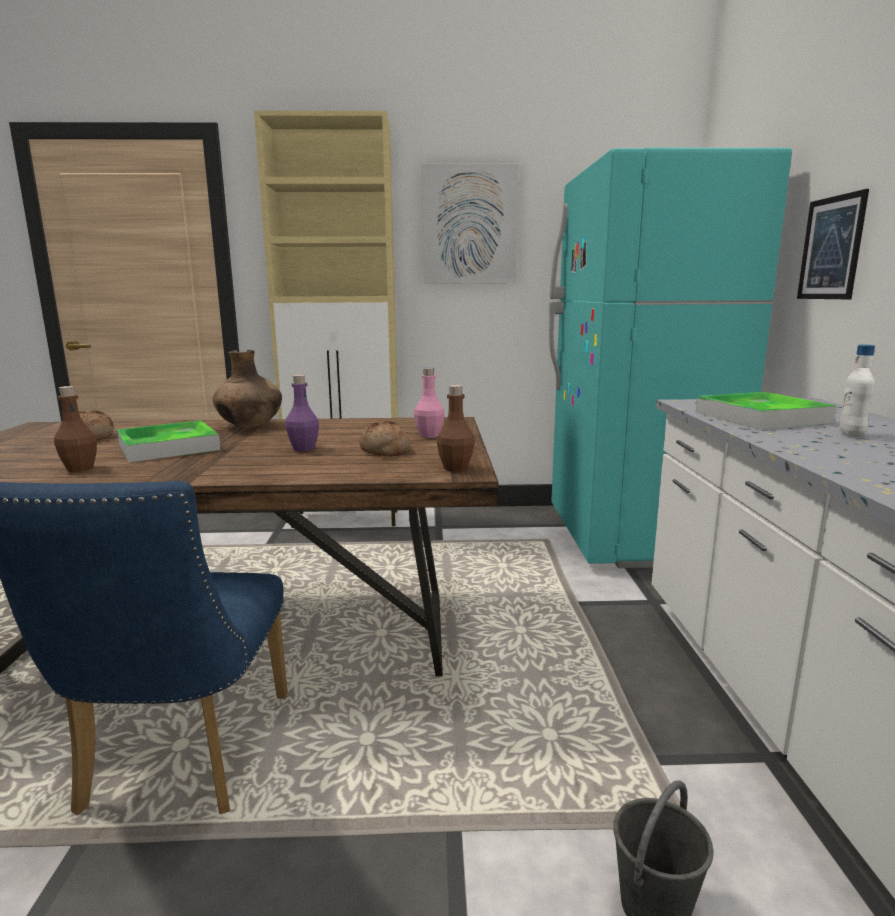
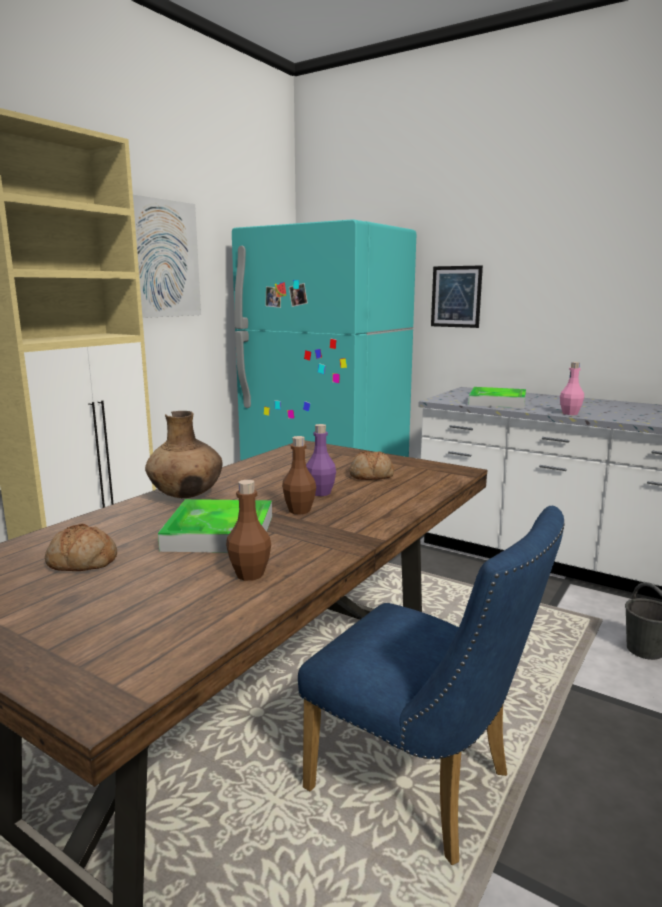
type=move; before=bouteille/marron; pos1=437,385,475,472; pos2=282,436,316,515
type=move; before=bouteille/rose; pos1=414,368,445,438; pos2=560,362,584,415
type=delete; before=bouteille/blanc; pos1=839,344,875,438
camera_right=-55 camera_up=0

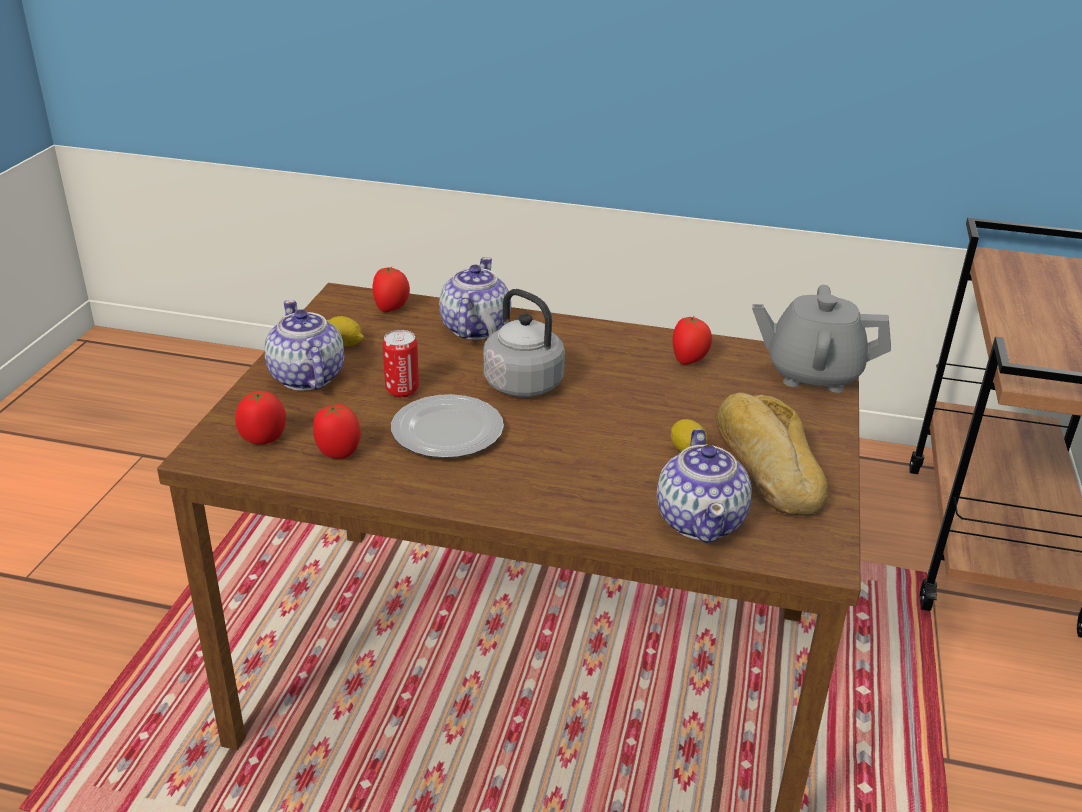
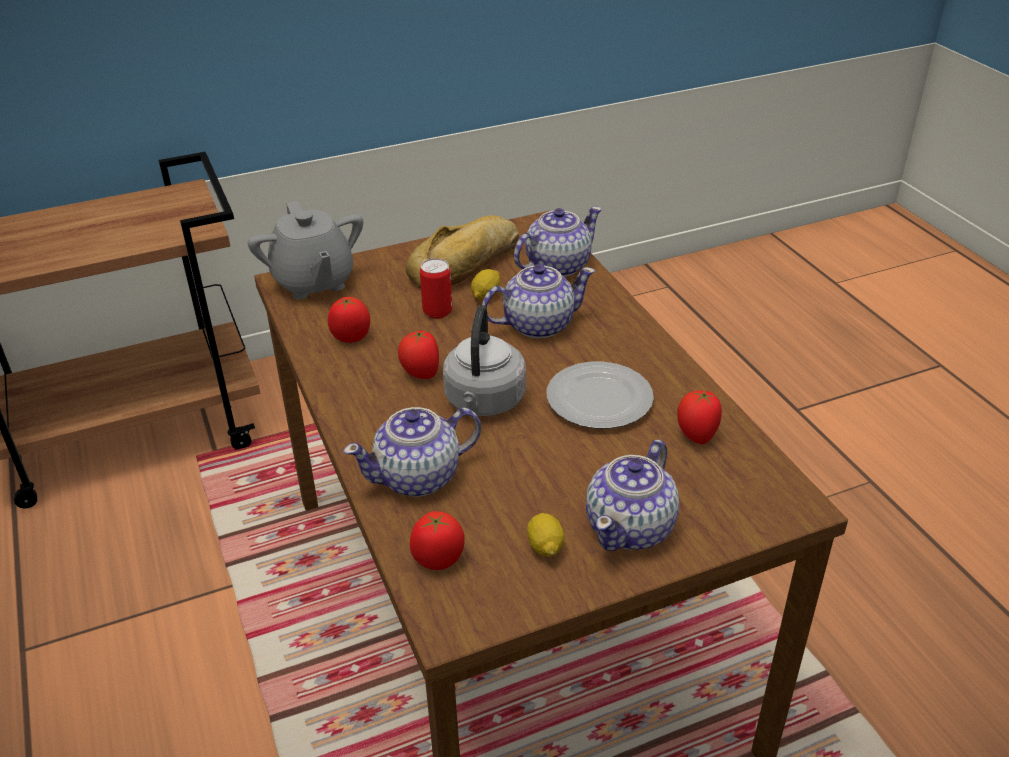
type=move; before=tomate; pos1=235,391,286,444; pos2=398,330,439,379
type=move; before=boîte métallique; pos1=383,330,419,398; pos2=420,258,452,319
type=insert; after=théière; pos2=482,264,595,339
camera_right=-125 camera_up=5

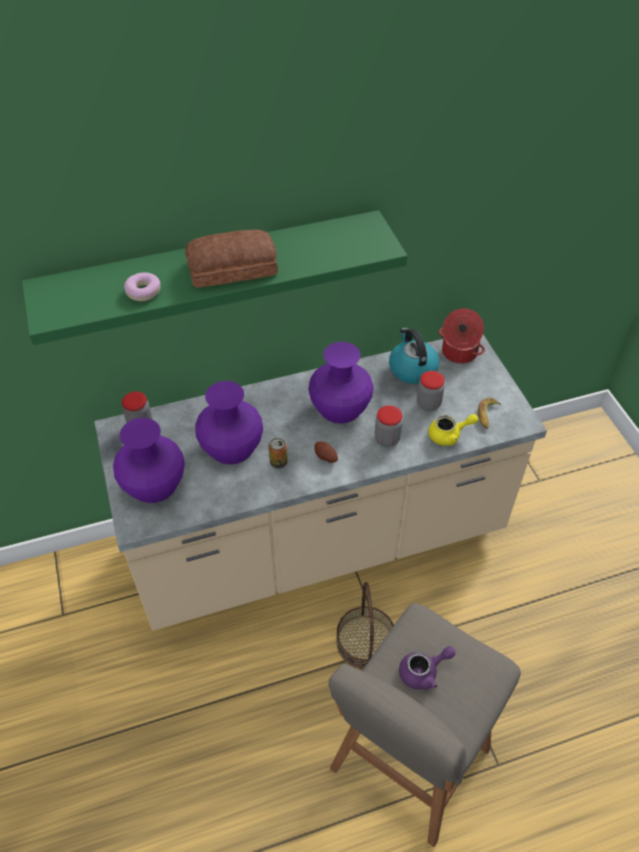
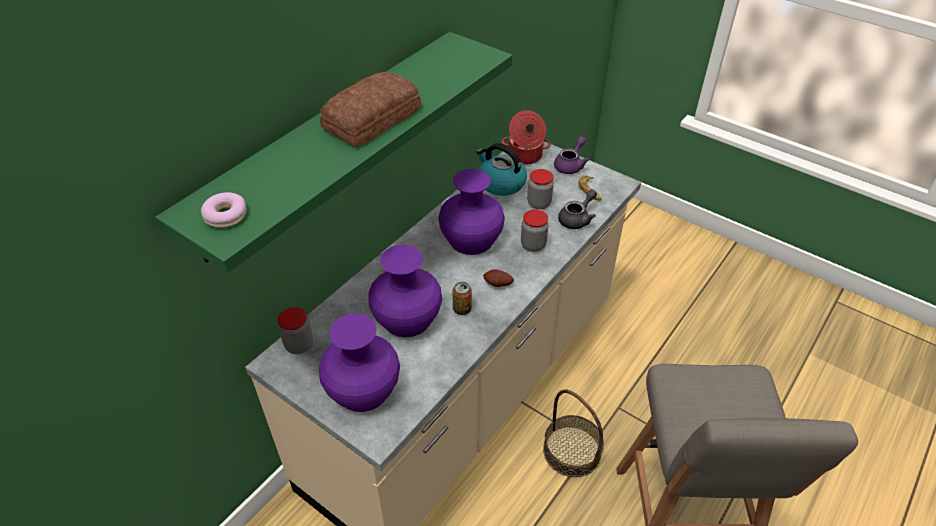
type=move; before=beignet; pos1=124,272,161,301; pos2=201,192,246,228
type=move; before=théière/violet; pos1=399,646,456,690; pos2=554,136,590,174
type=recolor; before=théière/jaune; after=théière/gris; pos1=428,414,478,446; pos2=558,189,597,229
camera_right=-35 camera_up=-5

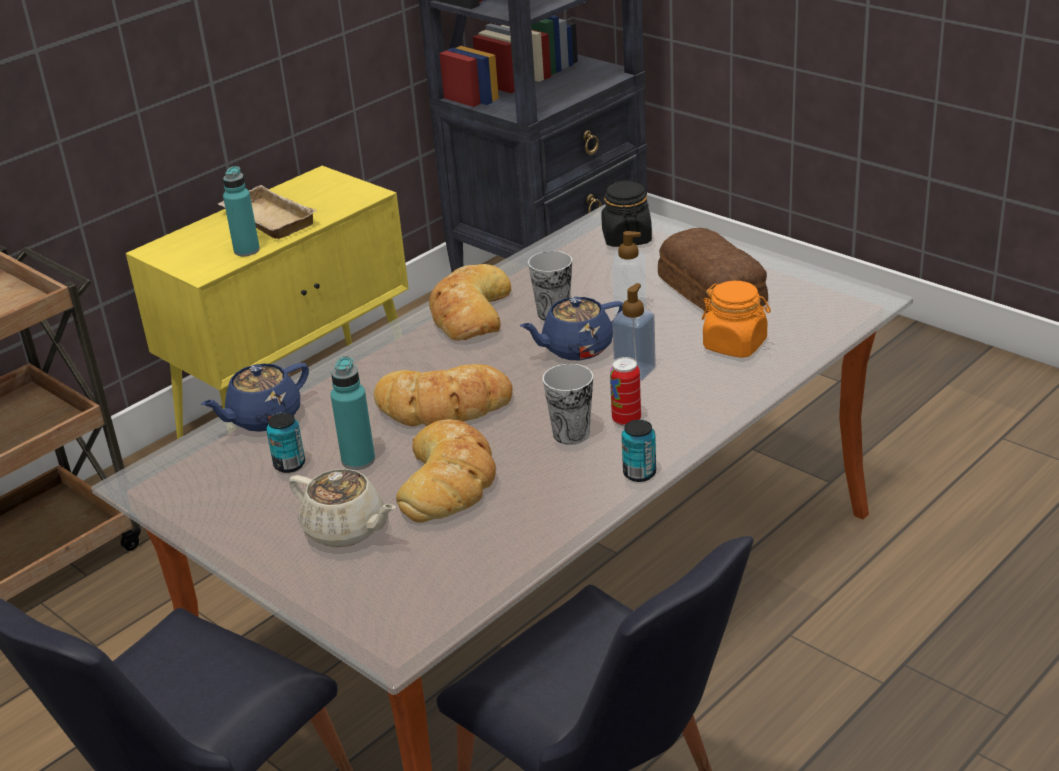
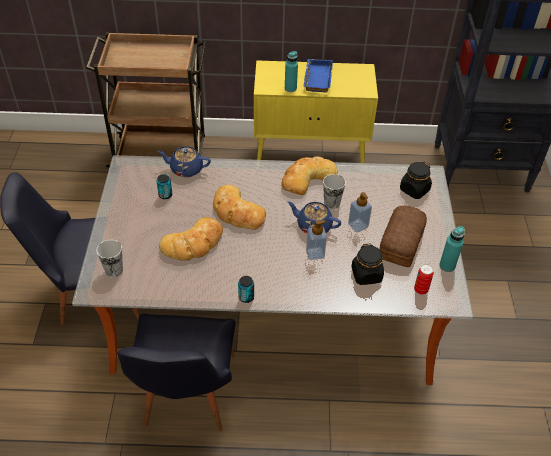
type=move; before=tasse; pos1=543,364,593,445; pos2=97,240,123,277
type=recolor; before=plateau/beige; after=plateau/bleu; pos1=218,185,318,239; pos2=303,59,333,92
type=recolor; before=bocal/orange; after=bocal/noir; pos1=702,281,771,358; pos2=351,243,384,285
type=move; before=boîte métallique; pos1=610,357,641,426; pos2=414,264,434,295
type=move; before=bouteille/turquoise; pos1=330,357,375,470; pos2=439,226,465,272
type=delete; before=théière/beige; pos1=289,469,396,547
camera_right=45 camera_up=15

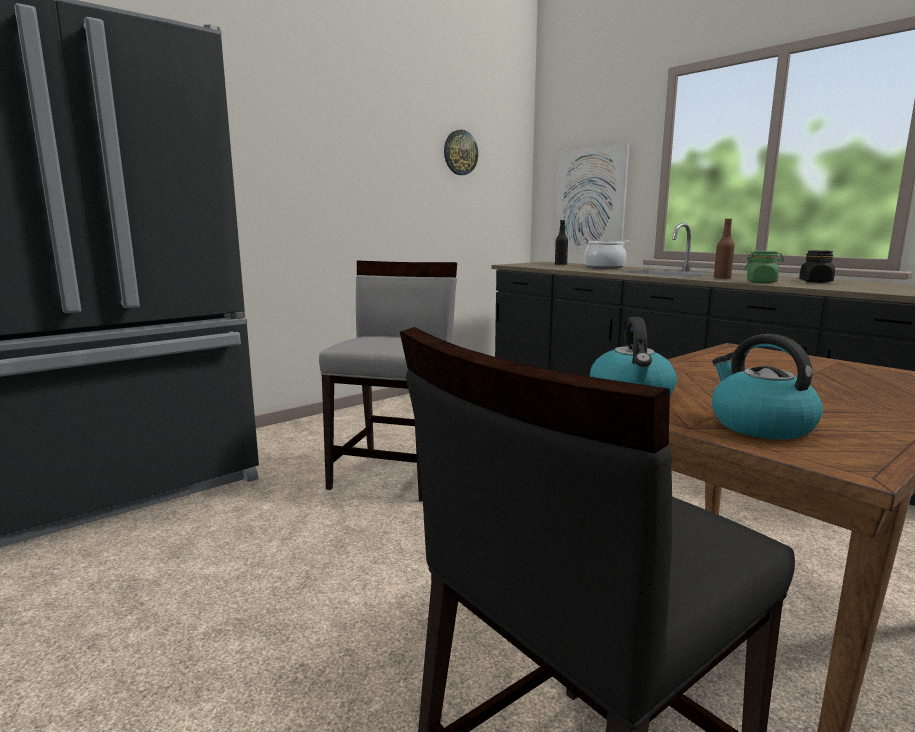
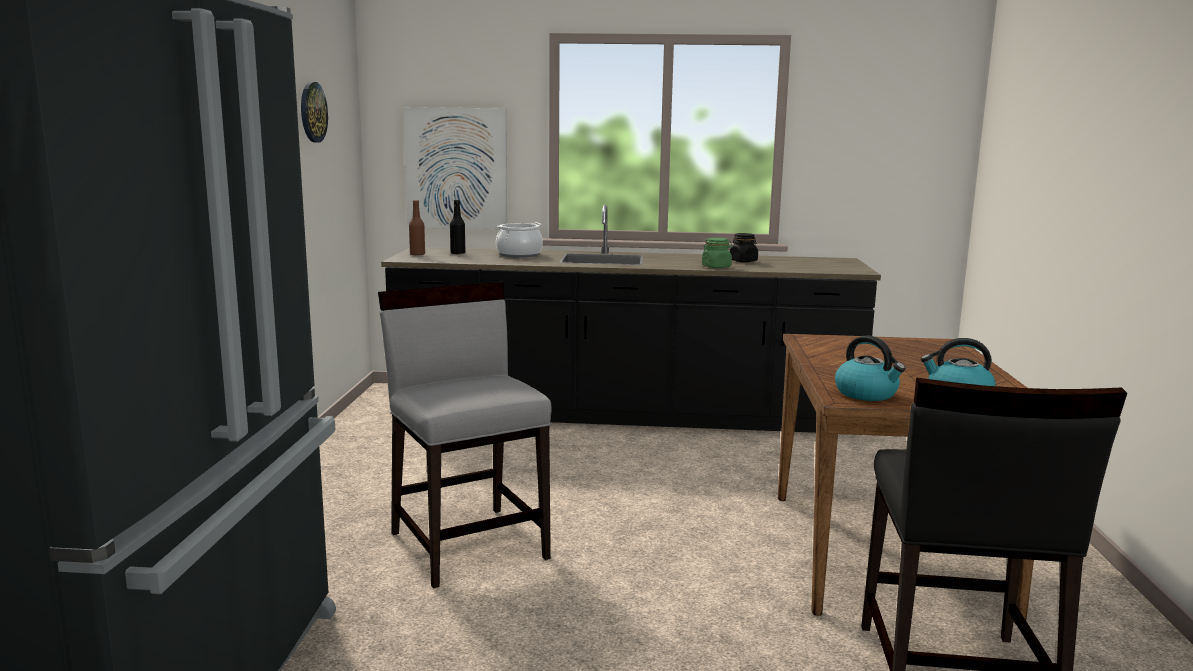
type=move; before=bouteille/marron; pos1=714,219,735,279; pos2=409,200,425,255
camera_right=-45 camera_up=0

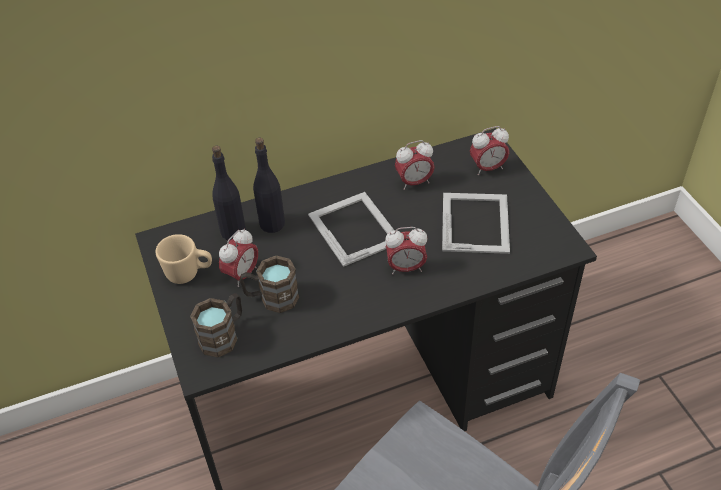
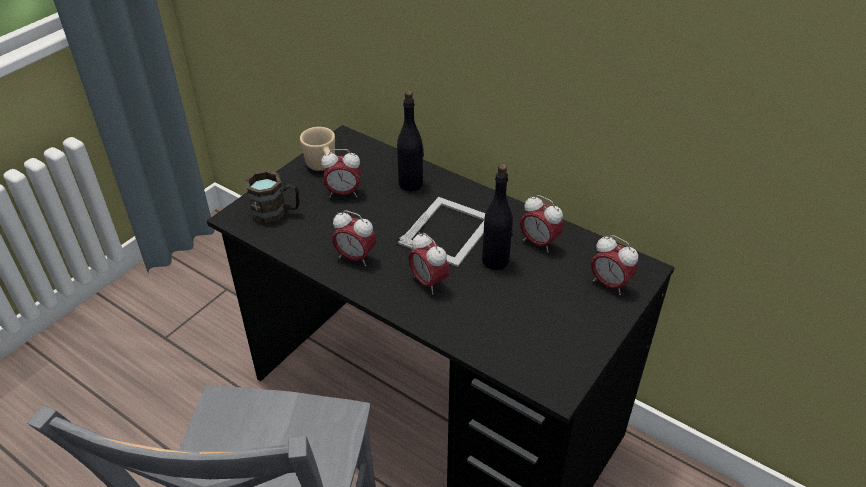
type=insert; after=réveil; pos2=332,210,376,266
type=move; before=bouteille/noir; pos1=212,145,246,240; pos2=482,164,514,270
type=delete; before=mug/marron; pos1=240,255,299,313
type=delete; before=cadre photo; pos1=442,193,510,254
camera_right=55 camera_up=-5

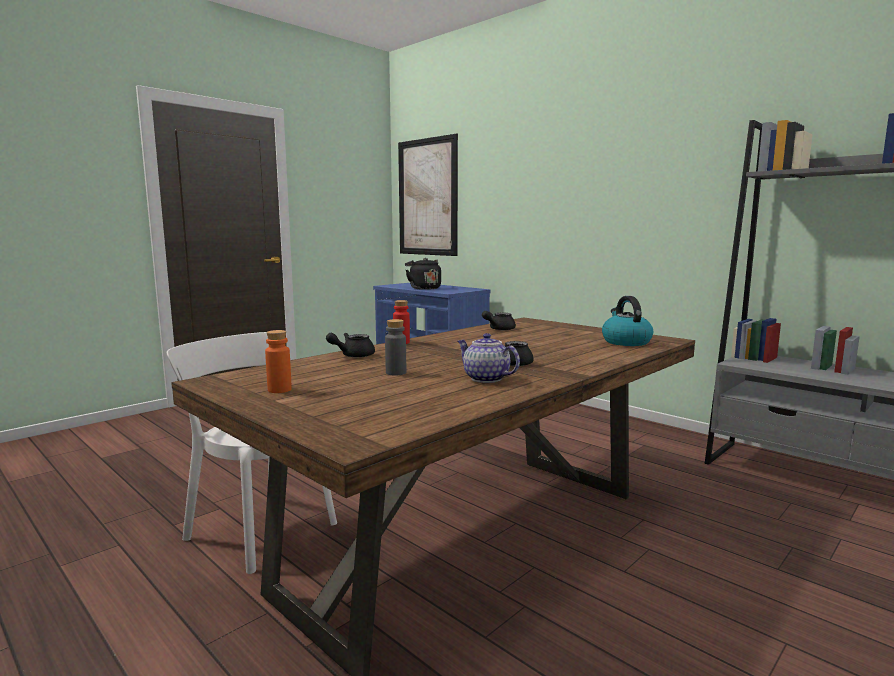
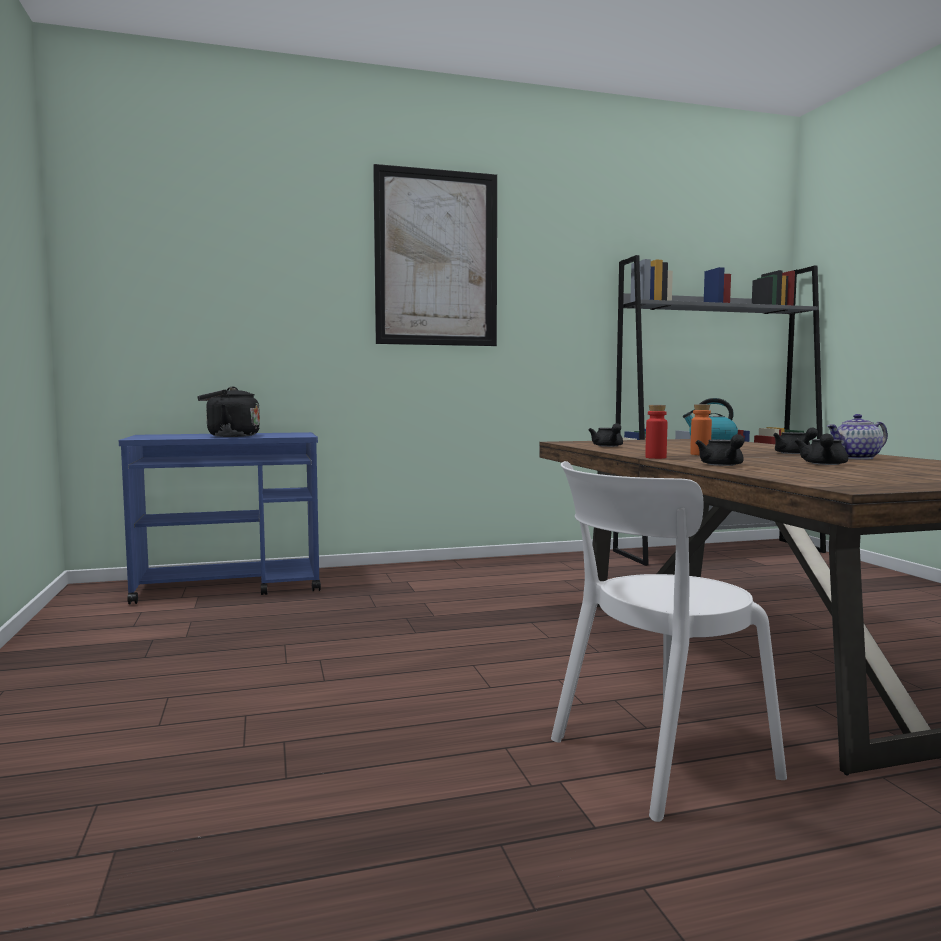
type=move; before=tableau; pos1=398,133,458,256; pos2=373,164,497,346
type=move; before=bouteille/orange; pos1=265,330,292,393; pos2=690,404,712,455
type=replace; before=bouteille/gris; after=théière/noir; pos1=385,319,406,375; pos2=795,434,848,465
camera_right=-60 camera_up=-5

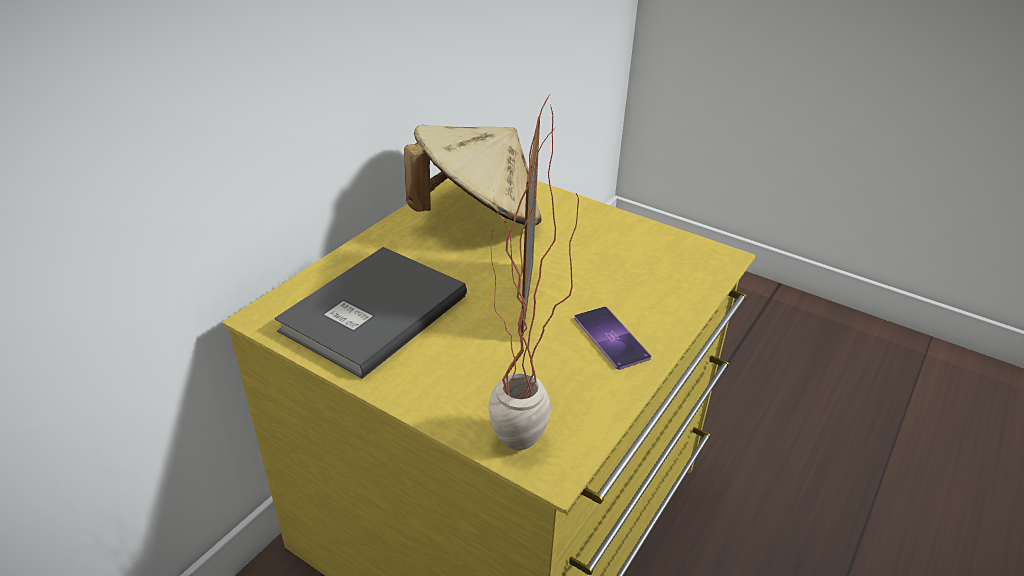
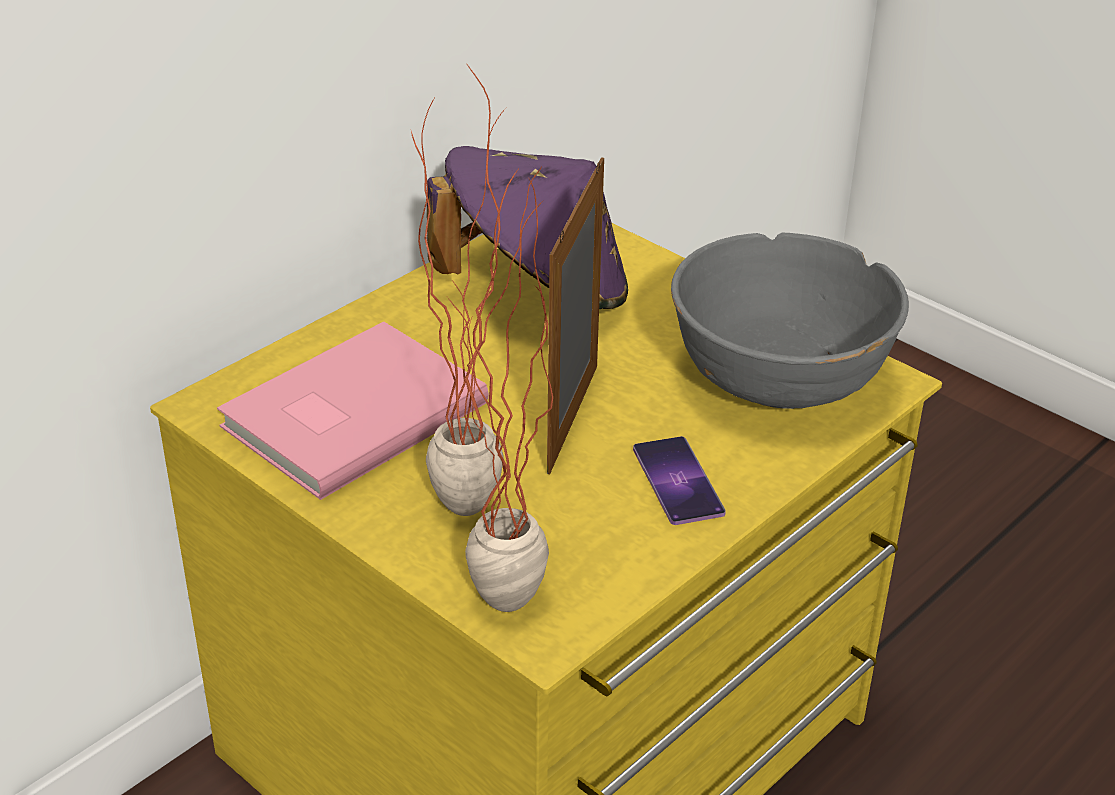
type=recolor; before=livre/gris; after=livre/rose; pos1=274,247,467,379; pos2=217,321,489,500
type=insert; after=plante en pot; pos2=411,62,543,516
type=recolor; before=chapeau/beige; after=chapeau/violet; pos1=404,125,542,226; pos2=426,146,628,309
type=insert; after=bol/gris; pos2=671,233,909,409
camera_right=10 camera_up=0

